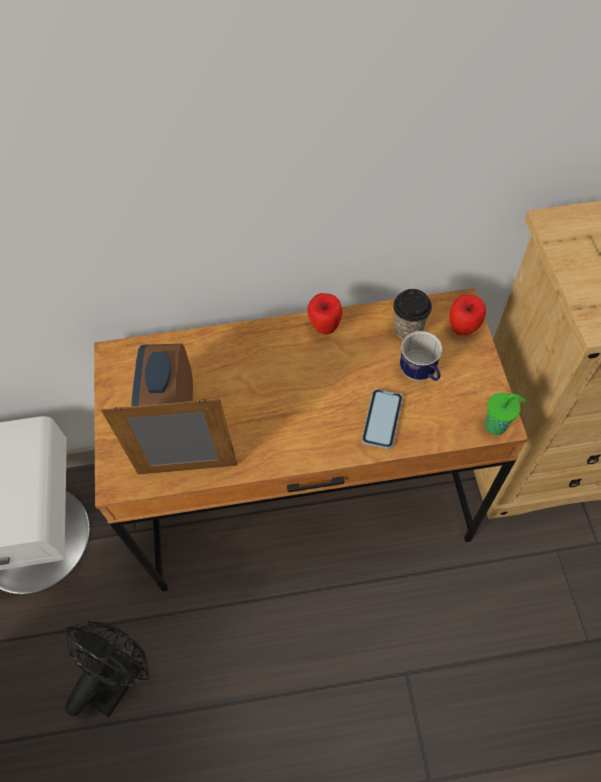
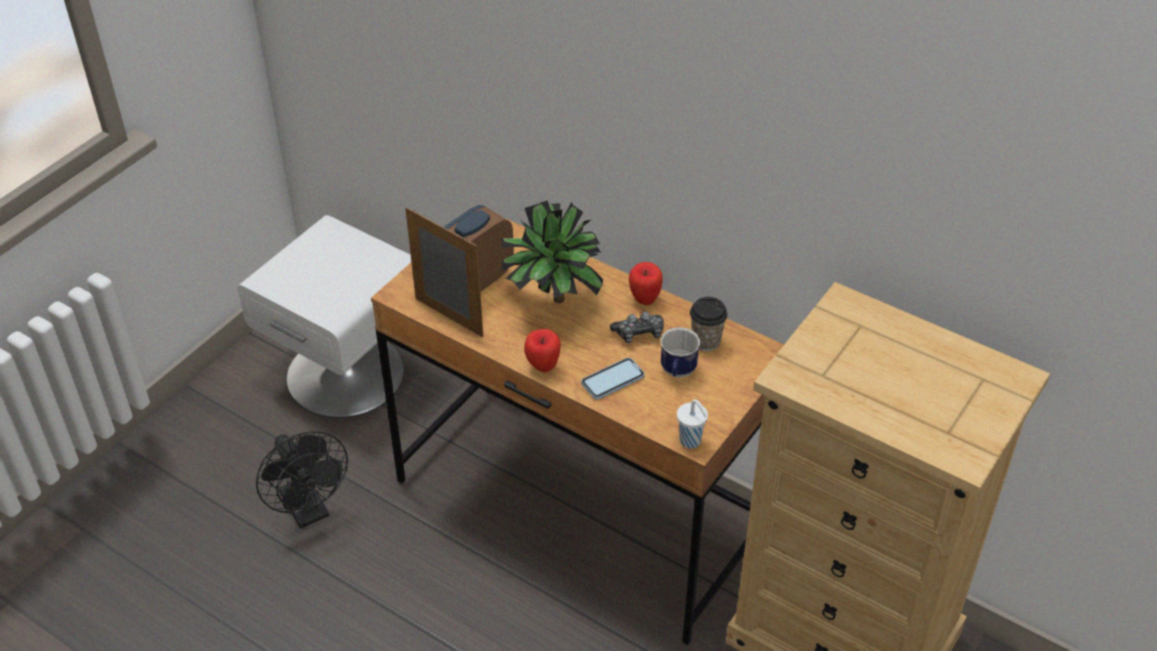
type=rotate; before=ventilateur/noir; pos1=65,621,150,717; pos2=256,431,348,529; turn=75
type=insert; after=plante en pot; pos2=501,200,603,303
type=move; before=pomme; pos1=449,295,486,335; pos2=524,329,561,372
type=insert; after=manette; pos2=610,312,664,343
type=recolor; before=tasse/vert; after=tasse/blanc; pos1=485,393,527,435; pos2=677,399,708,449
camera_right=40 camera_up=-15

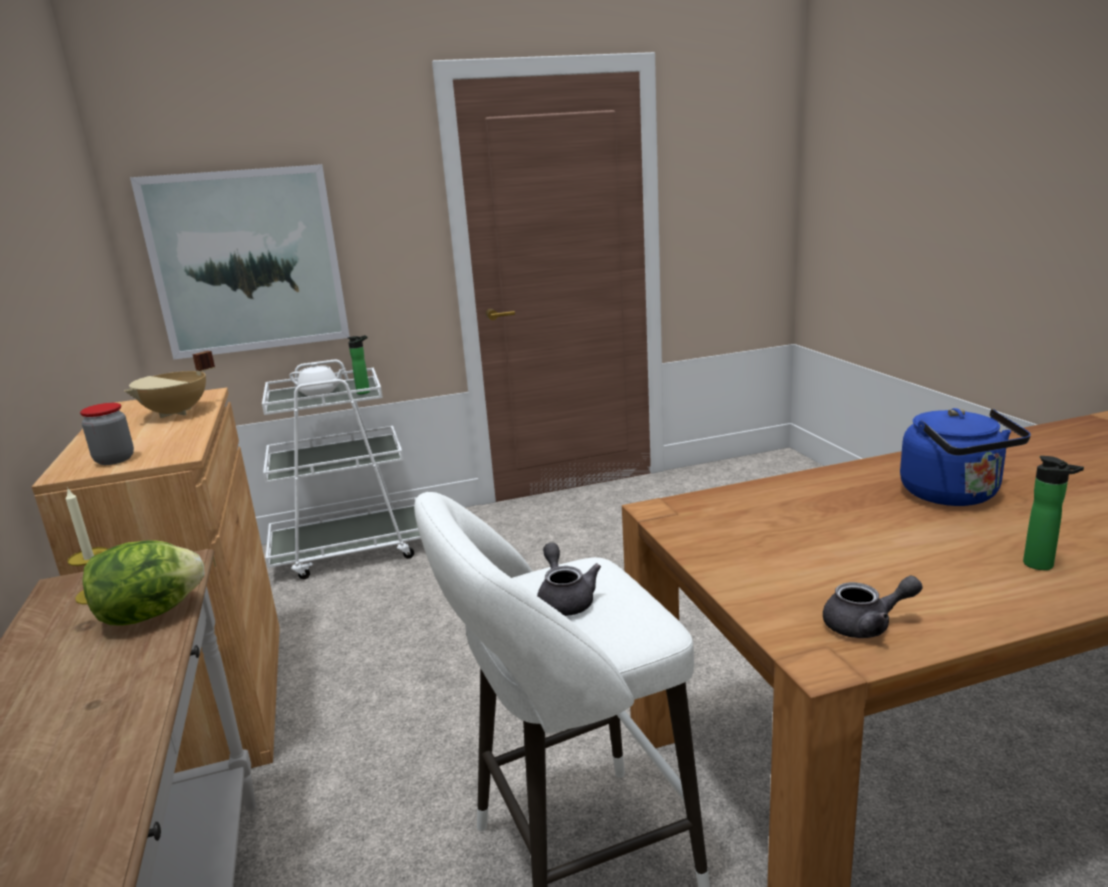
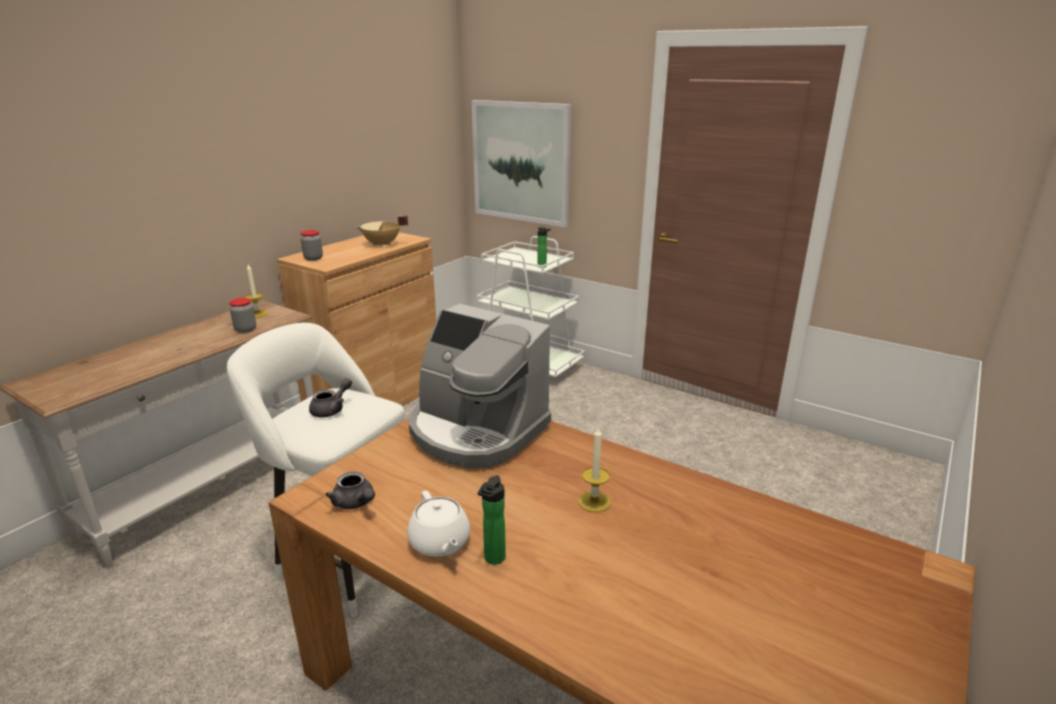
type=replace; before=laitue; after=bocal; pos1=82,540,205,625; pos2=229,298,256,333
type=move; before=théière/blanc; pos1=289,362,345,396; pos2=407,491,470,557
type=insert; after=machine à café; pos2=409,304,551,468
type=replace; before=bouilloire/bleu; after=bougie; pos1=900,408,1031,506; pos2=578,426,611,512
camera_right=50 camera_up=5

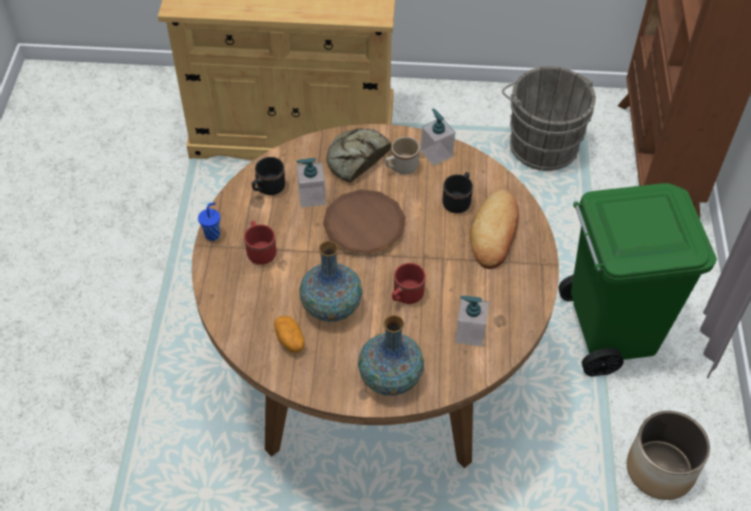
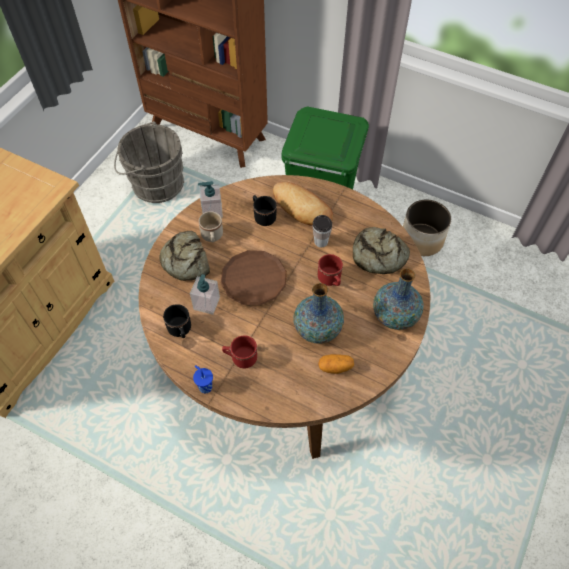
type=insert; after=tasse; pos2=313,215,332,248
type=replace; before=distributeur de savon; after=pain; pos1=455,296,489,347; pos2=353,227,410,274
camera_right=-65 camera_up=5

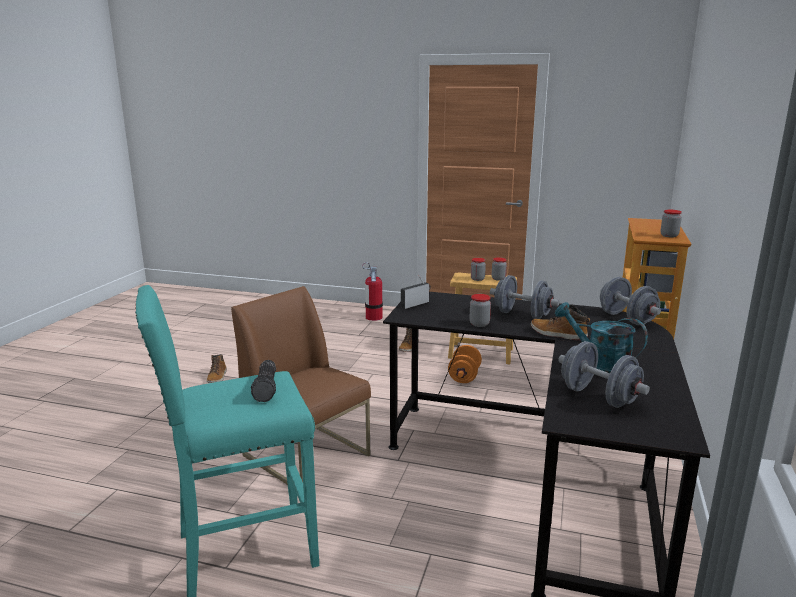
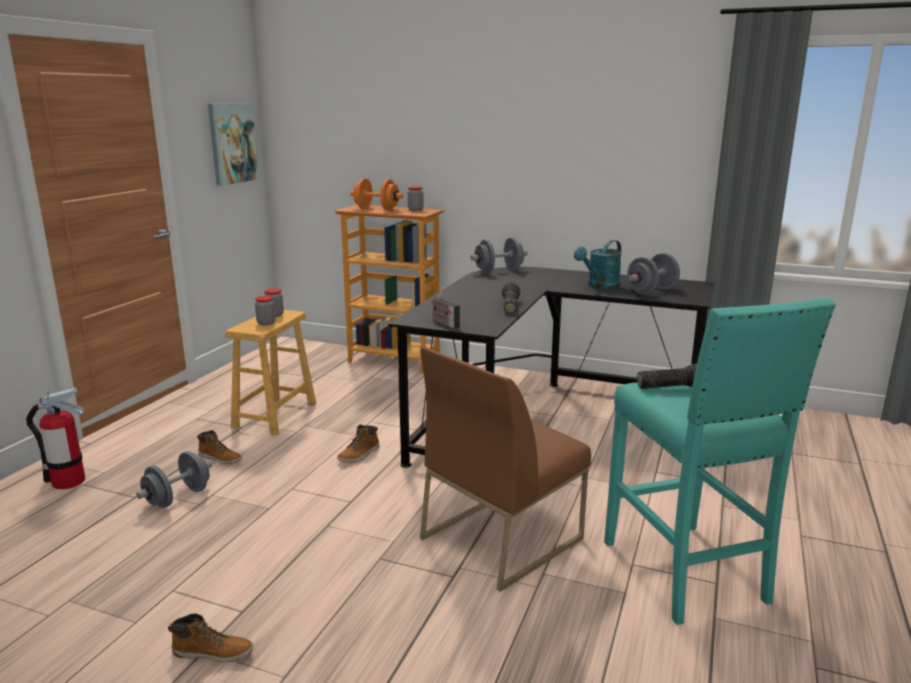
type=move; before=haltère/gris; pos1=490,275,559,319; pos2=136,451,212,508
type=insert; after=tableau; pos2=208,103,259,186
type=move; before=botte; pos1=531,305,590,341; pos2=337,425,380,463
type=move; before=haltère/orange; pos1=448,345,482,383; pos2=350,178,403,211
type=replace; before=bocal; after=lampe de poche; pos1=470,294,491,327; pos2=502,282,520,314
camera_right=-85 camera_up=0

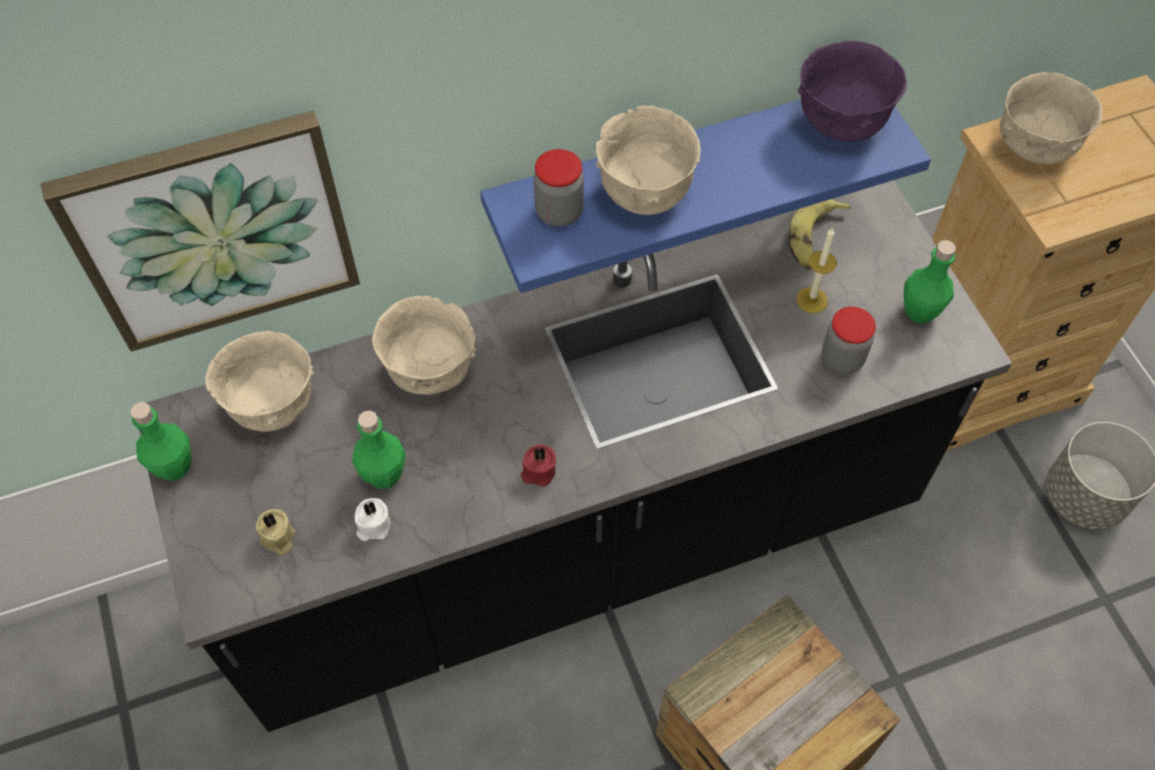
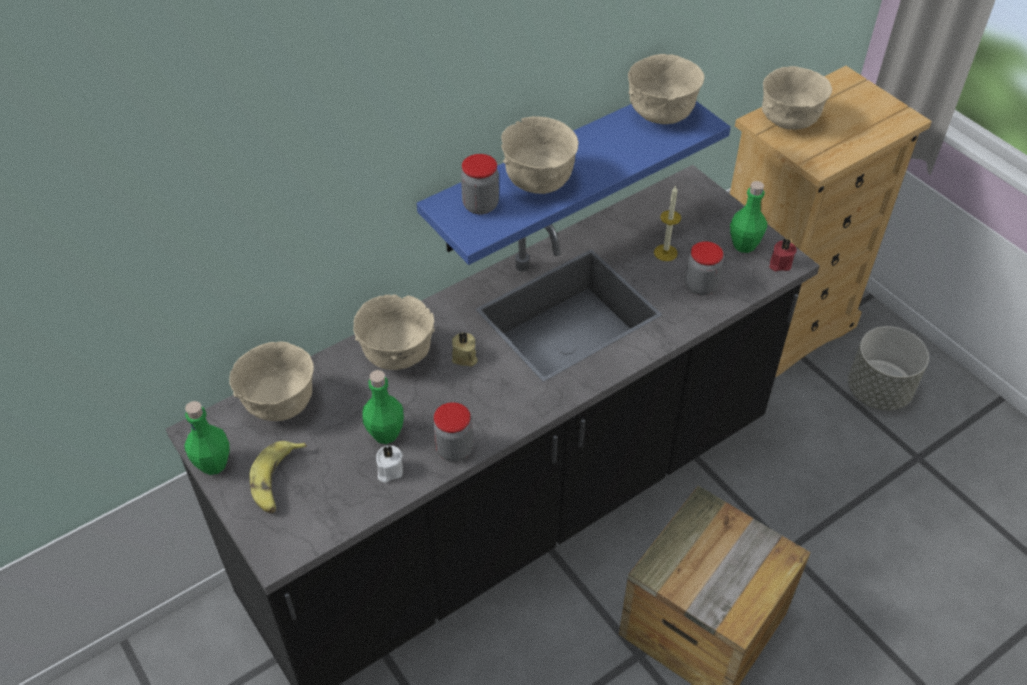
type=move; before=banane; pos1=789,199,851,269; pos2=249,441,307,513
type=insert; after=bocal; pos2=433,402,473,461
type=move; before=bougie/beige; pos1=255,509,295,555; pos2=452,332,478,367
type=recolor; before=bol/violet; after=bol/beige; pos1=798,41,907,142; pos2=628,54,704,124
type=move; before=bougie/rouge; pos1=521,444,556,487; pos2=769,238,797,271
type=delete; before=tableau; pos1=41,111,360,352
camera_right=-15 camera_up=-10

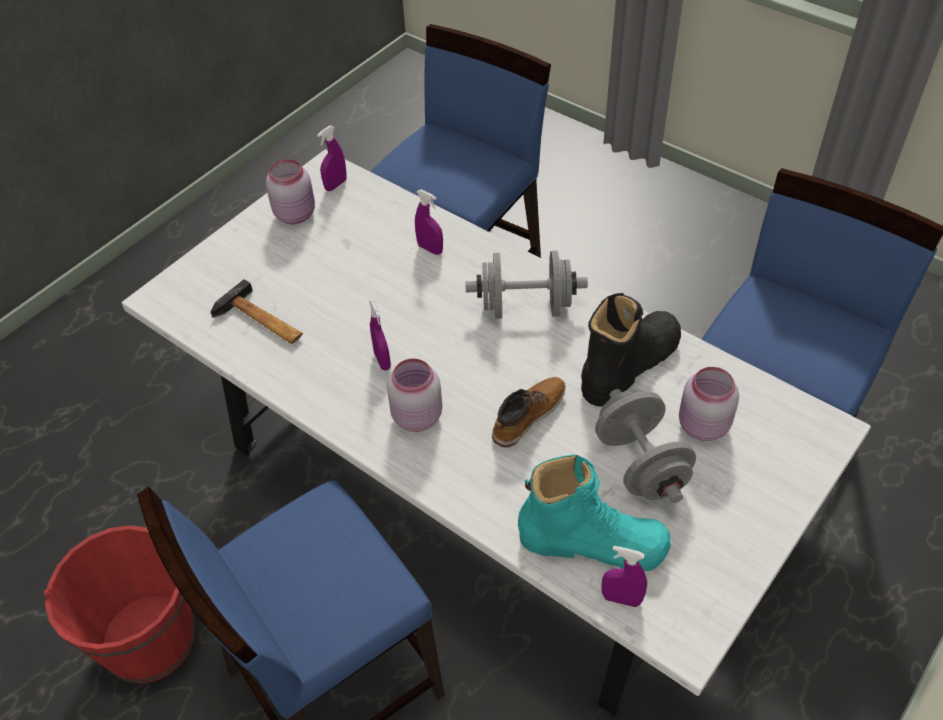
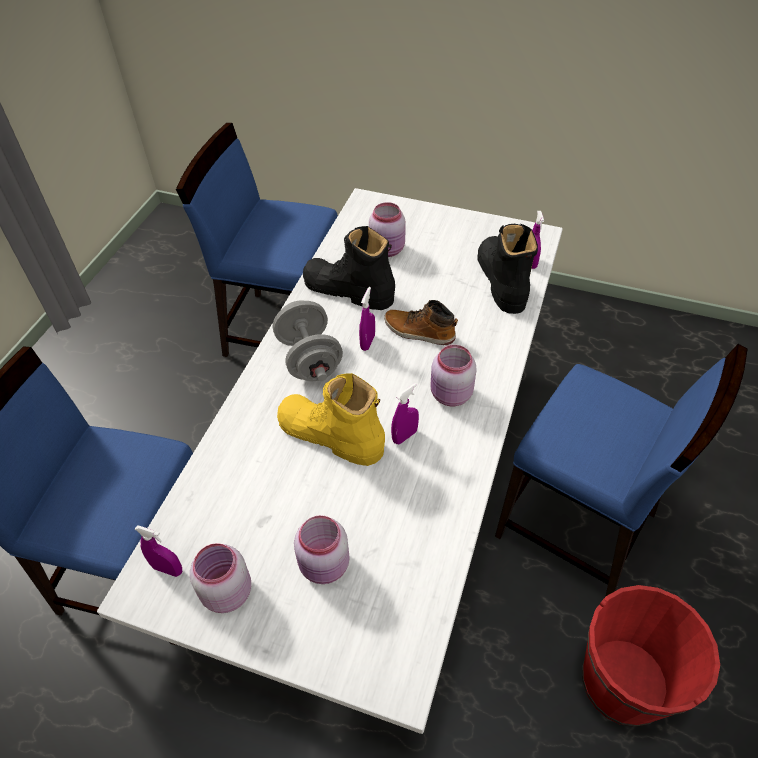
type=insert; after=botte/jaune; pos2=277,373,385,466
type=insert; after=bocal/rose; pos2=294,515,350,584
type=move; before=vaporisateur/violet; pos1=415,189,443,255; pos2=359,287,375,351
type=recolor; before=botte/turquoise; after=botte/noir; pos1=518,455,671,571; pos2=477,224,538,314
type=delete; before=marteau; pos1=211,279,303,344
type=delete; before=haltère/gris; pos1=595,389,696,503
camera_right=-110 camera_up=0

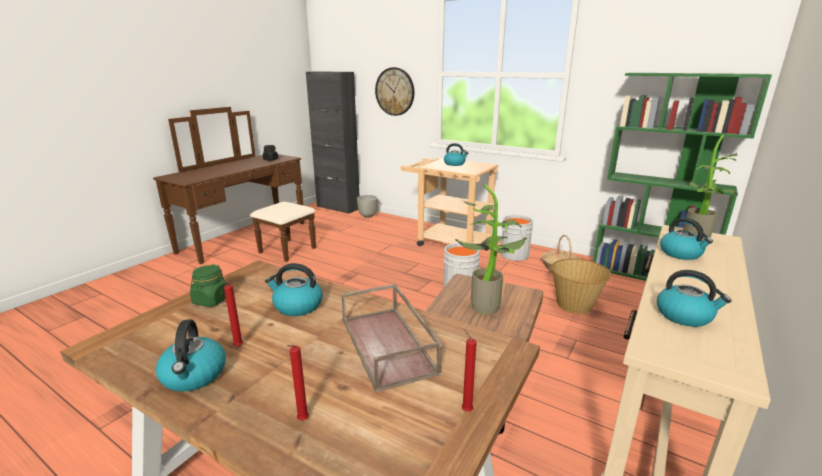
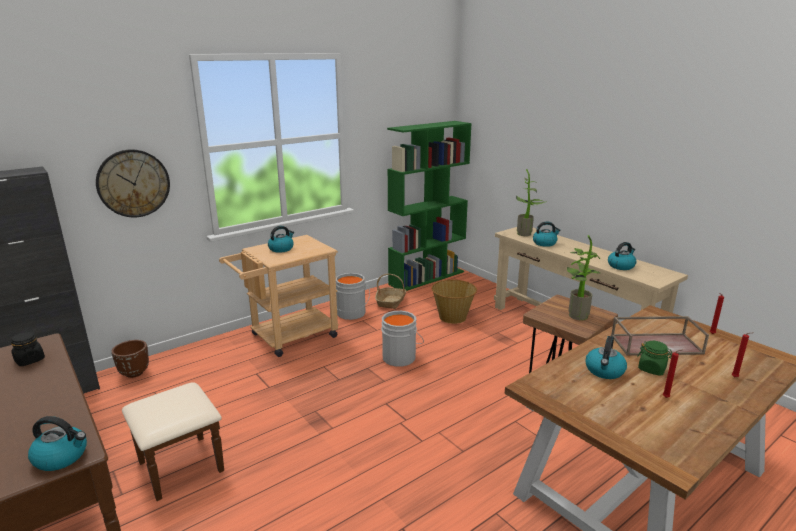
type=move; before=bouilloire; pos1=156,319,226,392; pos2=28,416,87,471
type=recolor; before=cache-pot/gris; after=cache-pot/marron; pos1=357,195,378,218; pos2=111,340,149,378
type=move; before=bocal/vert; pos1=190,264,227,307; pos2=638,341,672,376
camera_right=-70 camera_up=0

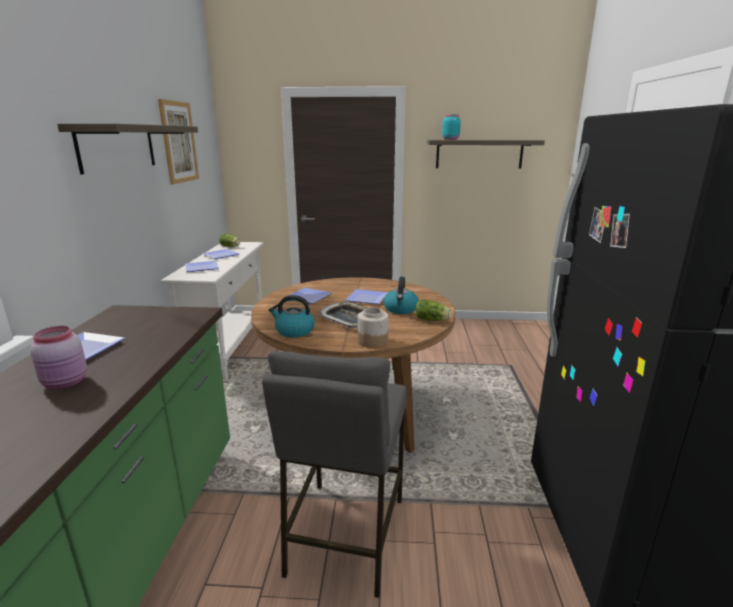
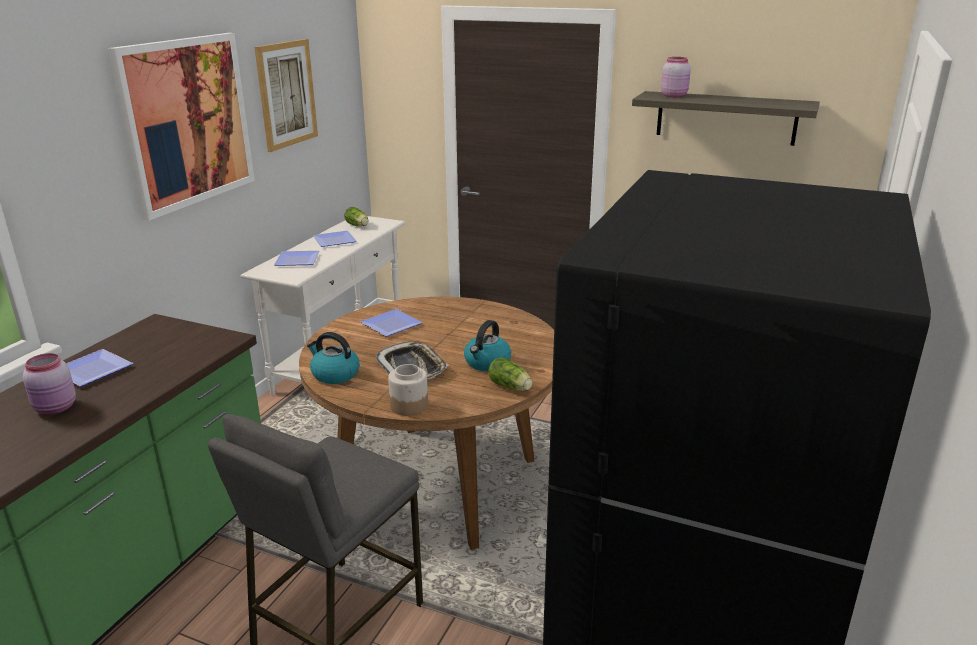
type=replace; before=étagère; after=tableau; pos1=57,124,198,174; pos2=108,33,255,220
type=recolor; before=bocal/turquoise; after=bocal/rose; pos1=442,114,461,140; pos2=661,57,691,98
type=delete; before=assiette; pos1=345,289,388,304
camera_right=20 camera_up=5

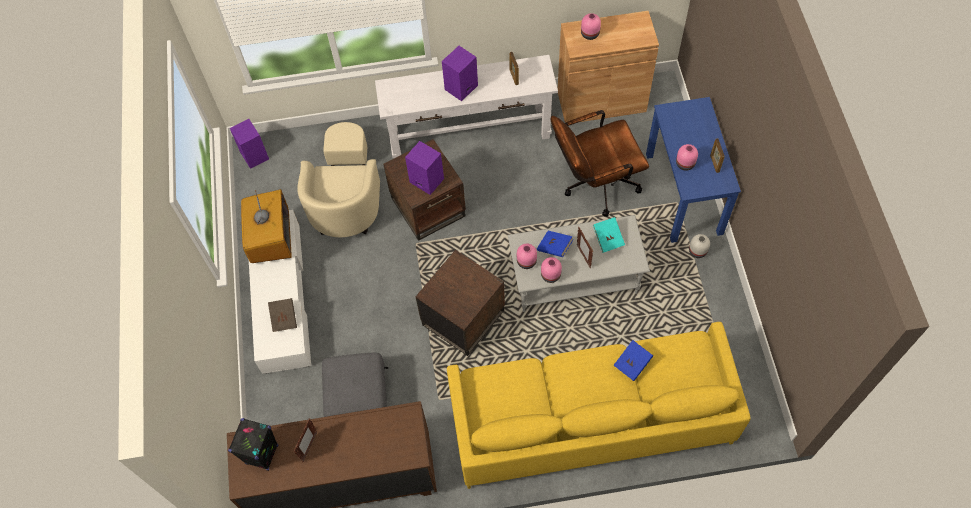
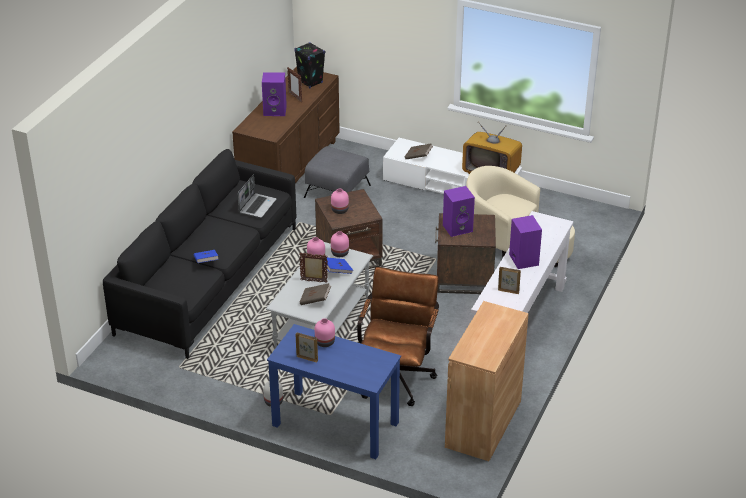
type=recolor; before=canapé/jaune; after=canapé/noir; pos1=447,322,751,489; pos2=103,149,296,359
type=insert; after=ordinateur portable; pos2=238,174,277,218
type=move; before=enceinte/violet; pos1=230,119,269,169; pos2=262,72,287,116
type=recolor; before=livre/turquoise; after=livre/marron; pos1=593,217,625,253; pos2=300,283,331,305
type=move; before=vase/rose; pos1=581,13,601,40; pos2=331,189,349,214
camera_right=120 camera_up=-25

